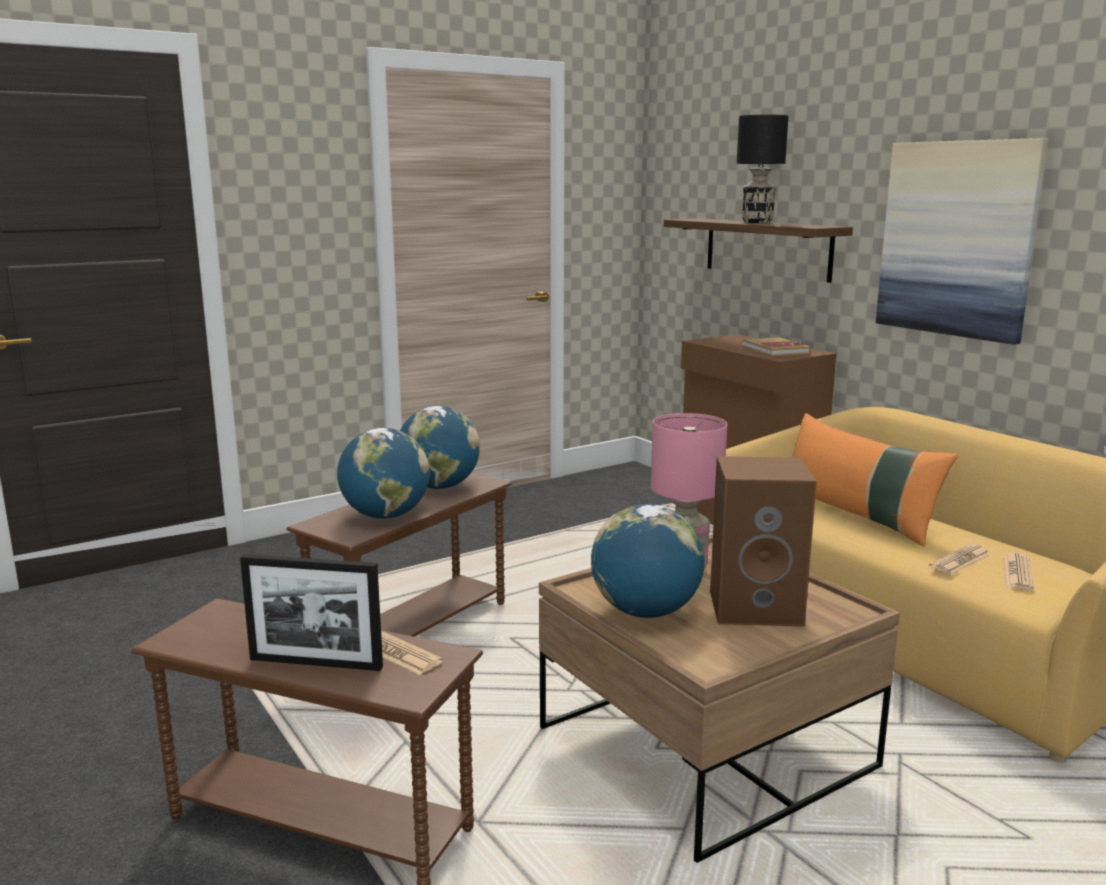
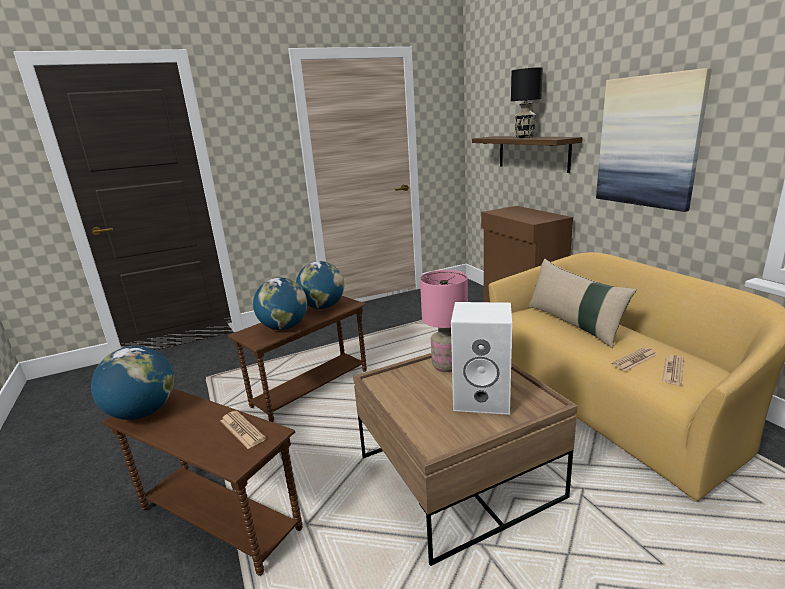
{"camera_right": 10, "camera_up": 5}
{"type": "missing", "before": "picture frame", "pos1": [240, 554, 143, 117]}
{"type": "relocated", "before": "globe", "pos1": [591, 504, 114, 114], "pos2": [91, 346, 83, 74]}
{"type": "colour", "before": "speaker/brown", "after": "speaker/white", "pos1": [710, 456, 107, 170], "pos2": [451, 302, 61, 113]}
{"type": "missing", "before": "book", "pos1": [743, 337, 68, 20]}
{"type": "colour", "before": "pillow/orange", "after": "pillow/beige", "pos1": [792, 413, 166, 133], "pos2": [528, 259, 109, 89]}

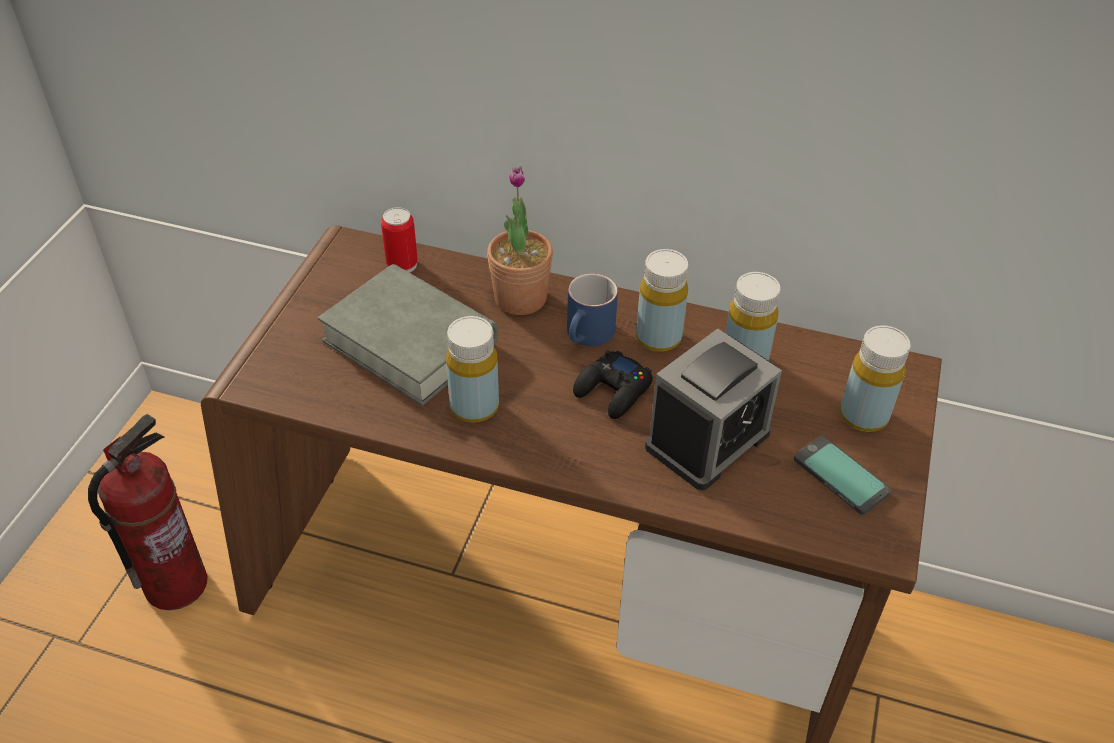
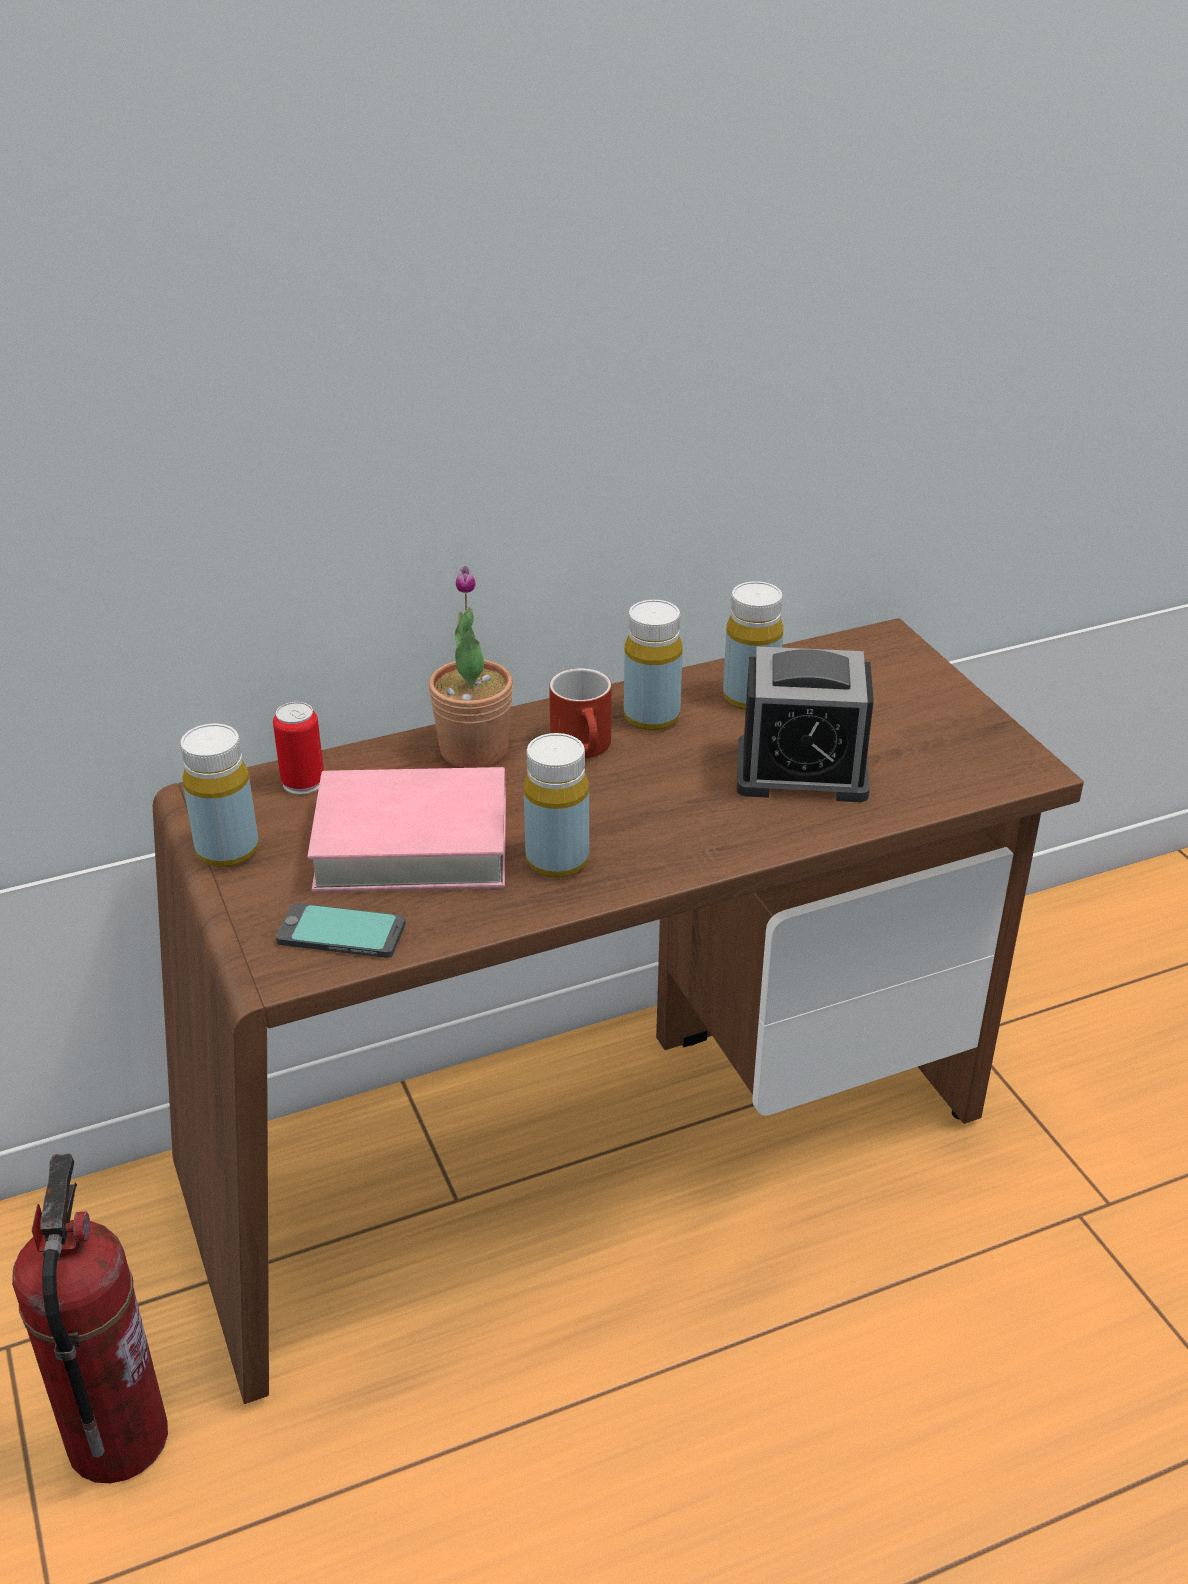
{"camera_right": -40, "camera_up": -10}
{"type": "colour", "before": "book/grey", "after": "book/pink", "pos1": [318, 264, 180, 142], "pos2": [307, 767, 199, 125]}
{"type": "colour", "before": "mug/blue", "after": "mug/red", "pos1": [567, 273, 51, 73], "pos2": [549, 668, 63, 90]}
{"type": "missing", "before": "game controller/black", "pos1": [573, 350, 80, 69]}
{"type": "spun", "before": "alarm clock", "pos1": [645, 328, 137, 162], "pos2": [737, 646, 137, 156], "turn": 90}
{"type": "relocated", "before": "phone", "pos1": [794, 436, 97, 79], "pos2": [276, 903, 130, 55]}
{"type": "relocated", "before": "bottle/yellow", "pos1": [840, 325, 71, 107], "pos2": [180, 724, 79, 143]}

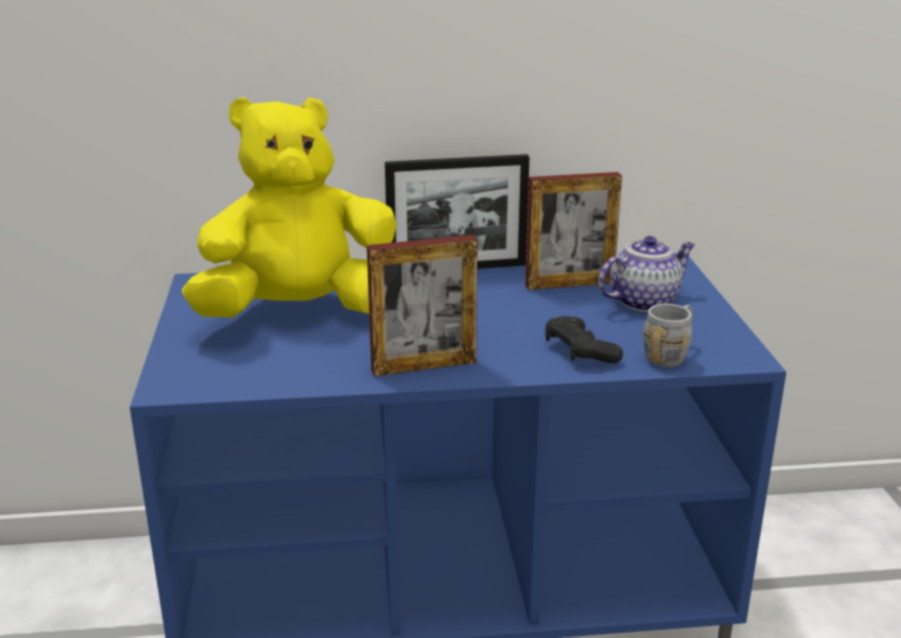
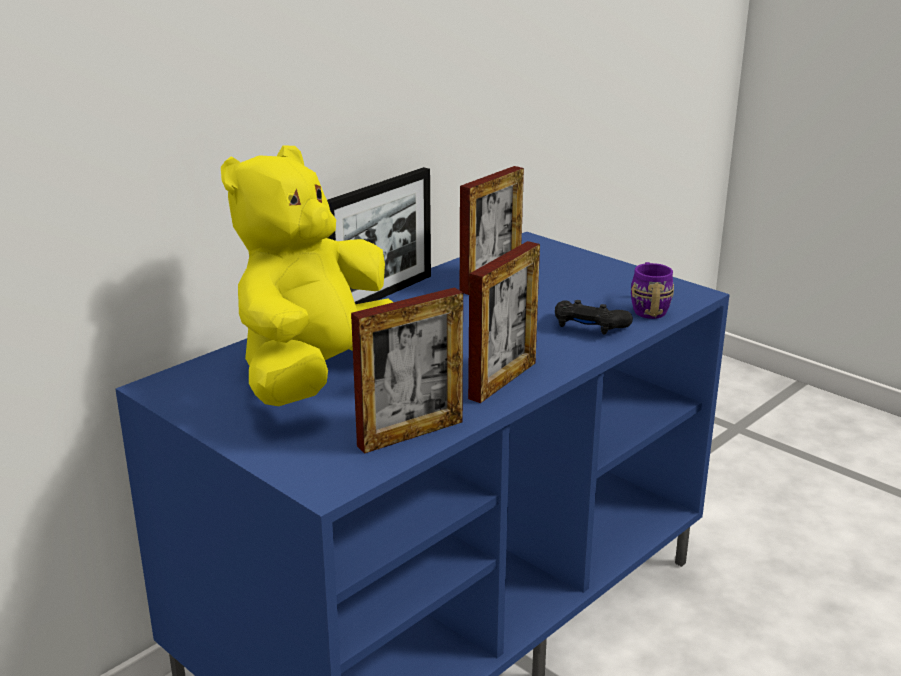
{"camera_right": -40, "camera_up": 0}
{"type": "missing", "before": "teapot", "pos1": [598, 236, 97, 76]}
{"type": "colour", "before": "mug/grey", "after": "mug/purple", "pos1": [643, 303, 50, 64], "pos2": [631, 262, 43, 57]}
{"type": "appeared", "after": "picture frame", "pos2": [351, 287, 112, 167]}

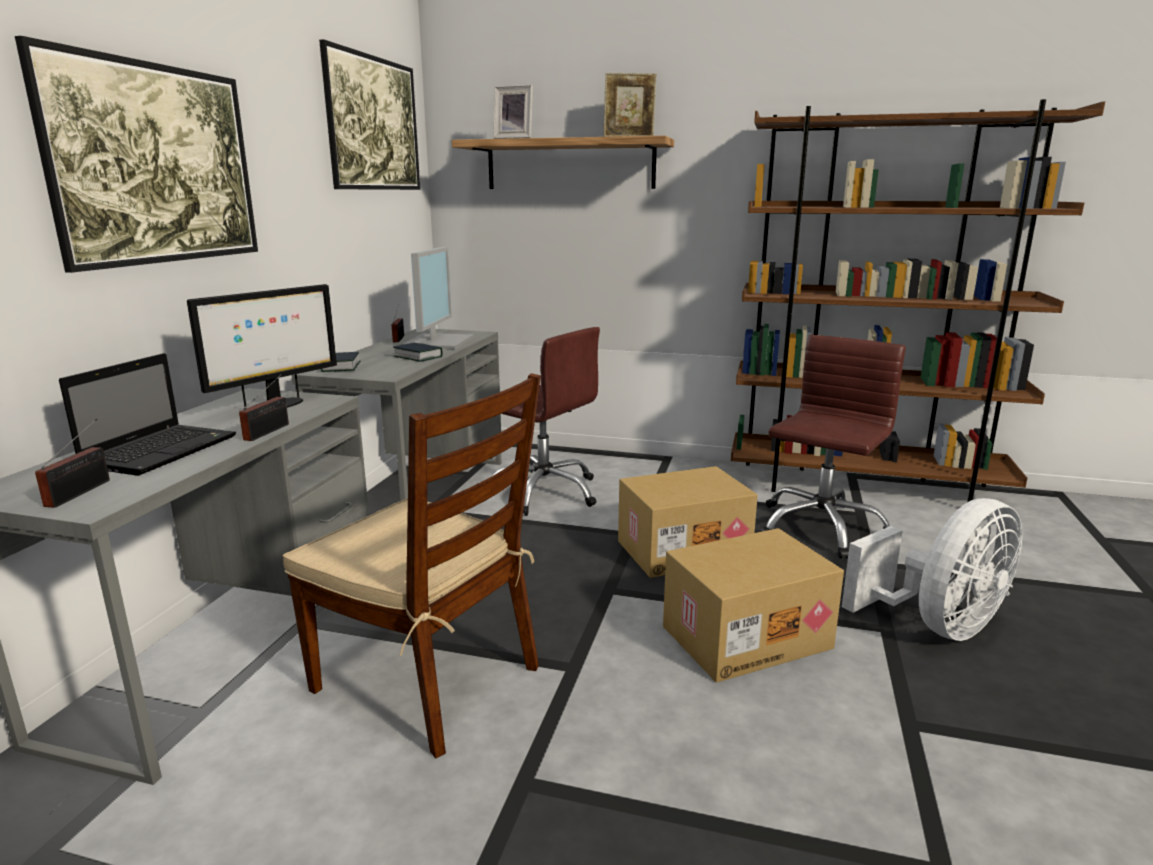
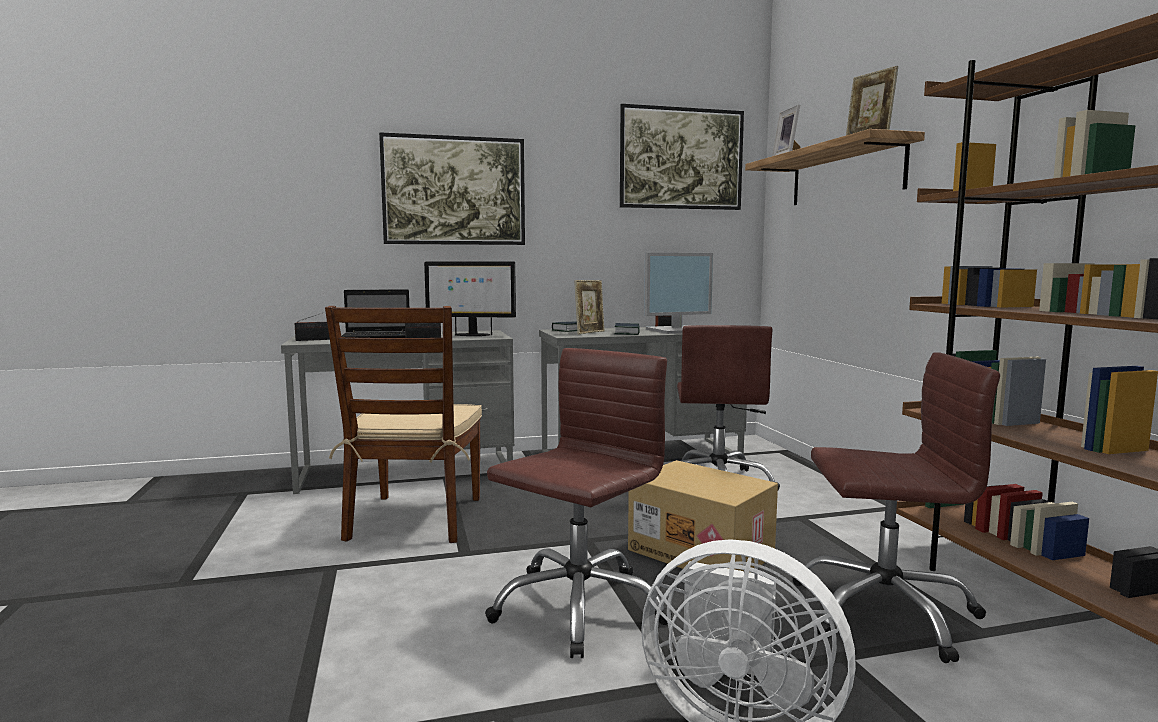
{"camera_right": 60, "camera_up": -10}
{"type": "exchanged", "before": "cardboard box", "after": "office chair/brown", "pos1": [663, 528, 181, 155], "pos2": [485, 348, 187, 310]}
{"type": "appeared", "after": "picture frame", "pos2": [574, 280, 31, 54]}

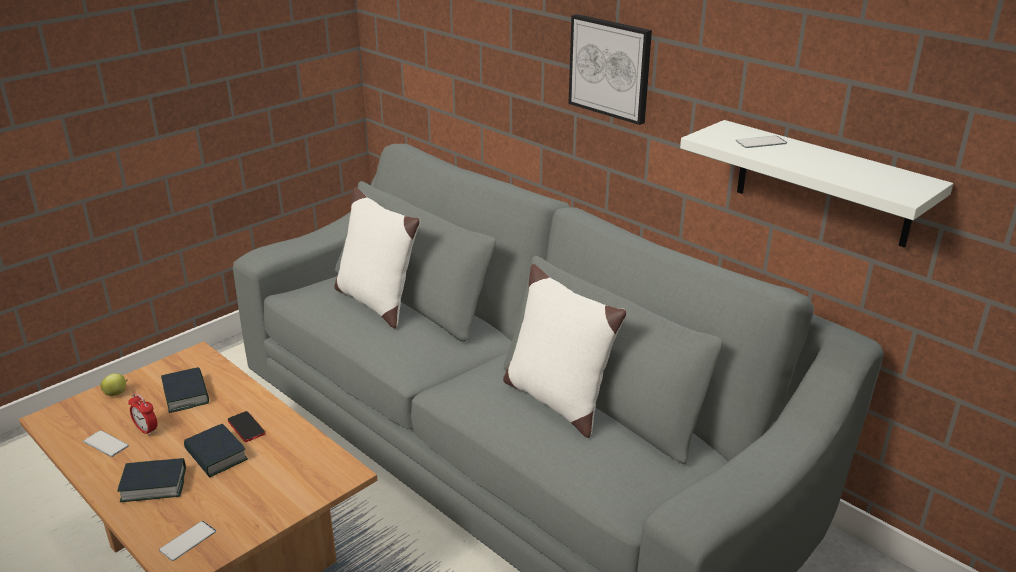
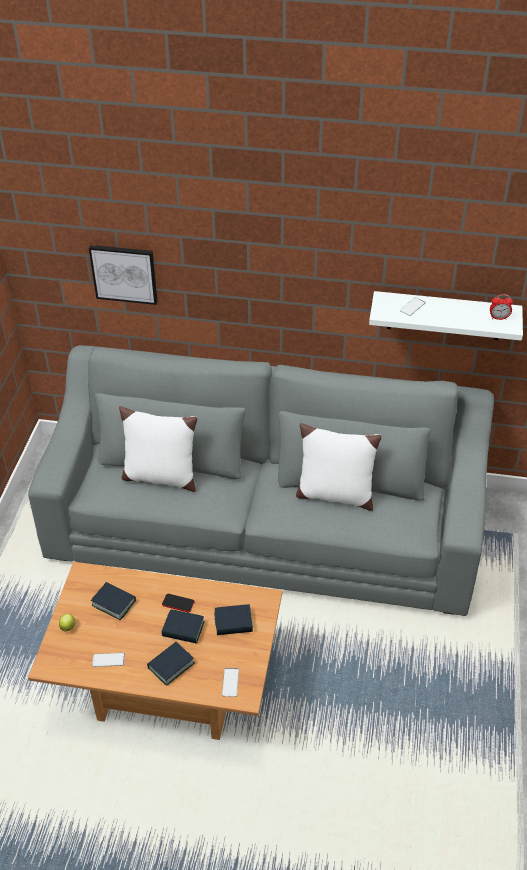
{"camera_right": -35, "camera_up": 15}
{"type": "relocated", "before": "alarm clock", "pos1": [128, 393, 30, 43], "pos2": [490, 294, 23, 26]}
{"type": "relocated", "before": "picture", "pos1": [568, 14, 84, 111], "pos2": [89, 245, 69, 60]}
{"type": "appeared", "after": "book", "pos2": [214, 604, 39, 31]}

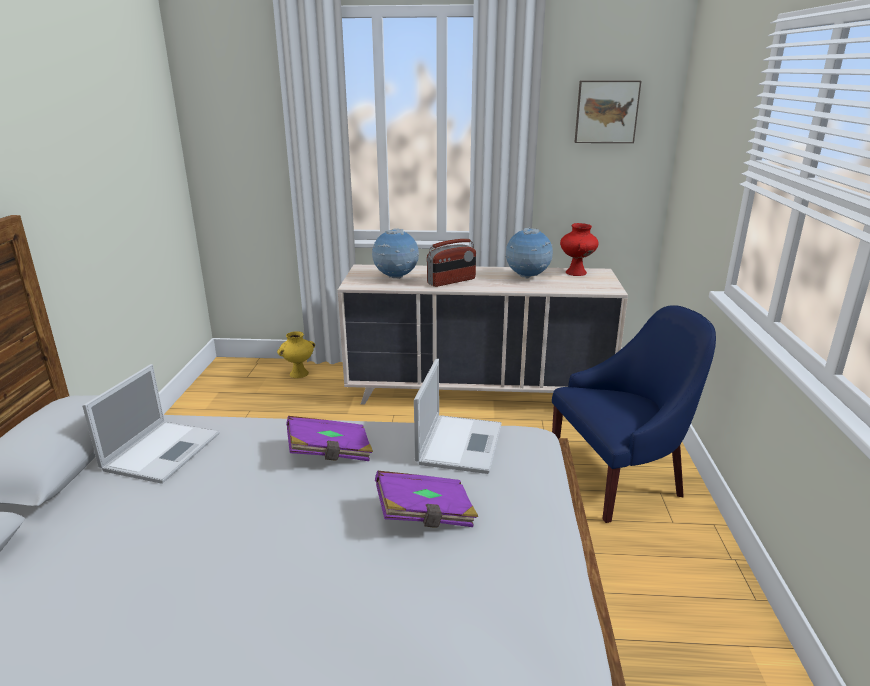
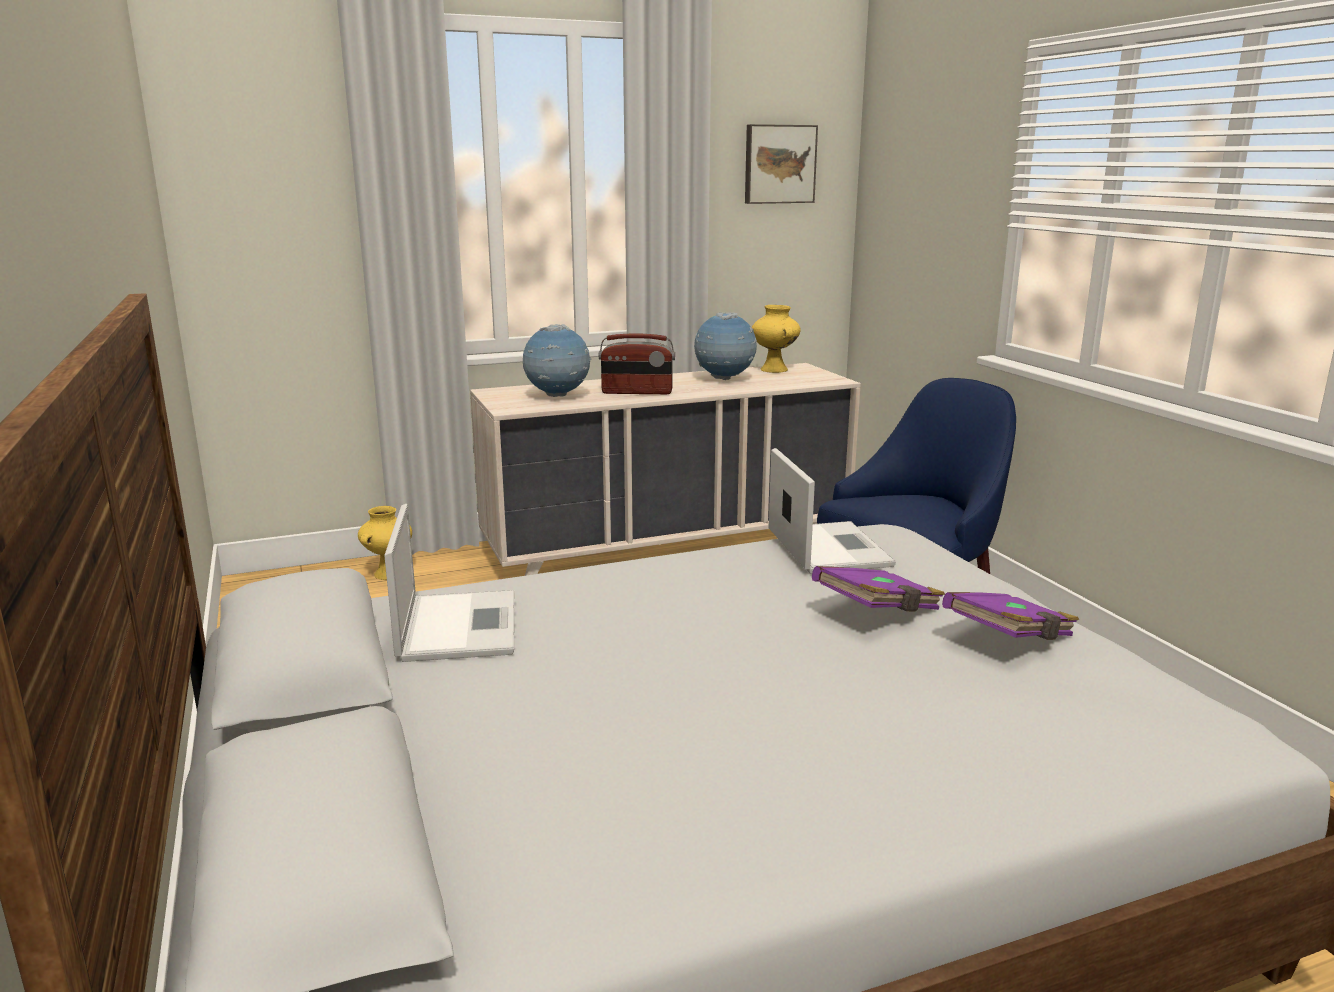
{"camera_right": -25, "camera_up": -5}
{"type": "relocated", "before": "book/purple", "pos1": [286, 416, 87, 45], "pos2": [942, 592, 137, 48]}
{"type": "spun", "before": "radio", "pos1": [427, 239, 49, 48], "pos2": [599, 334, 76, 60], "turn": 60}
{"type": "colour", "before": "vase/red", "after": "vase/yellow", "pos1": [560, 223, 39, 53], "pos2": [752, 305, 49, 68]}

